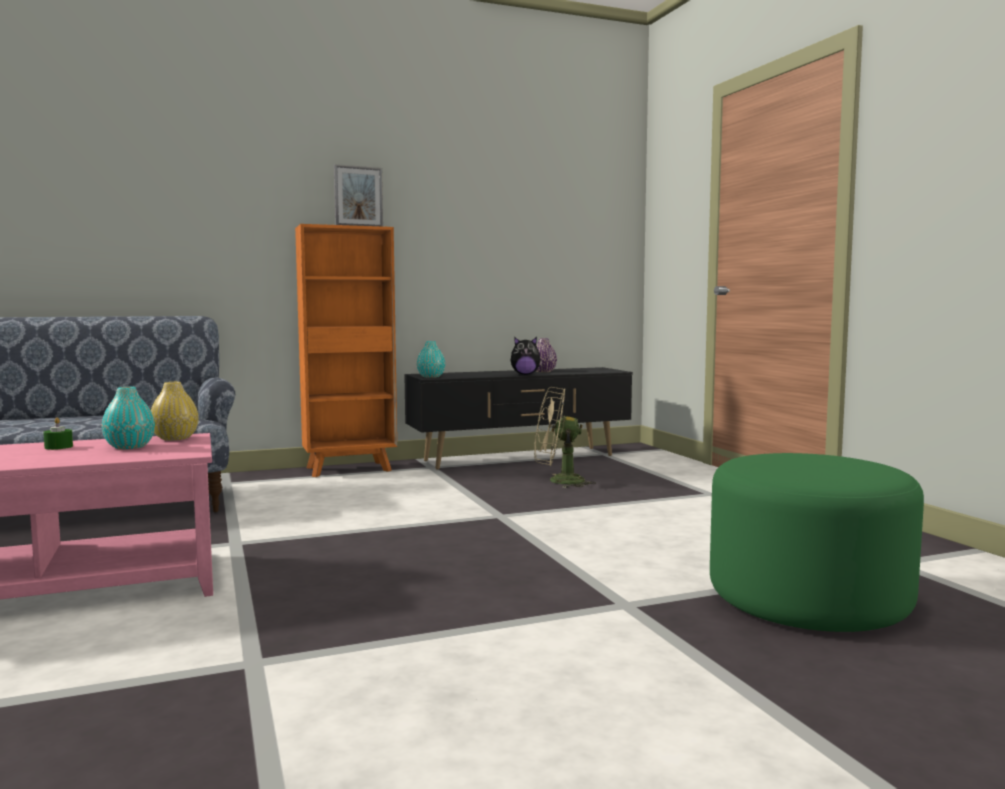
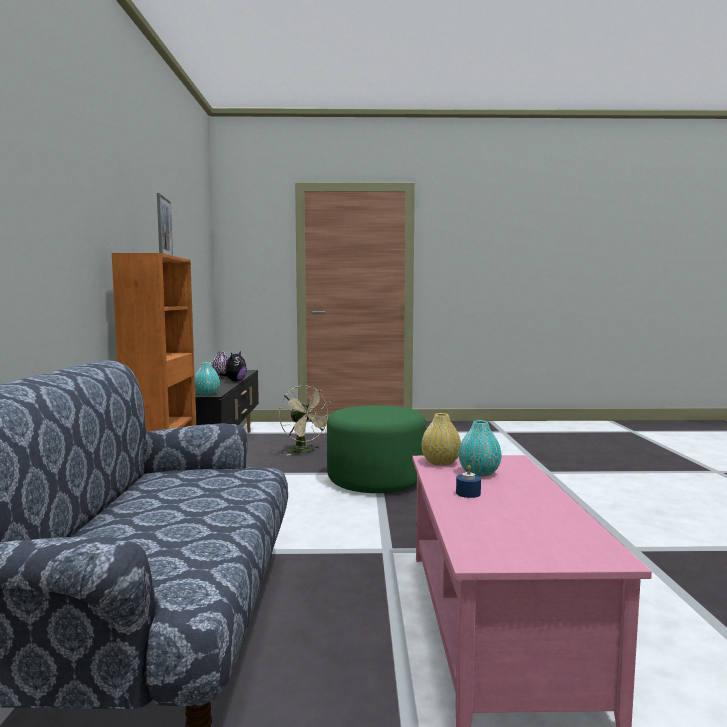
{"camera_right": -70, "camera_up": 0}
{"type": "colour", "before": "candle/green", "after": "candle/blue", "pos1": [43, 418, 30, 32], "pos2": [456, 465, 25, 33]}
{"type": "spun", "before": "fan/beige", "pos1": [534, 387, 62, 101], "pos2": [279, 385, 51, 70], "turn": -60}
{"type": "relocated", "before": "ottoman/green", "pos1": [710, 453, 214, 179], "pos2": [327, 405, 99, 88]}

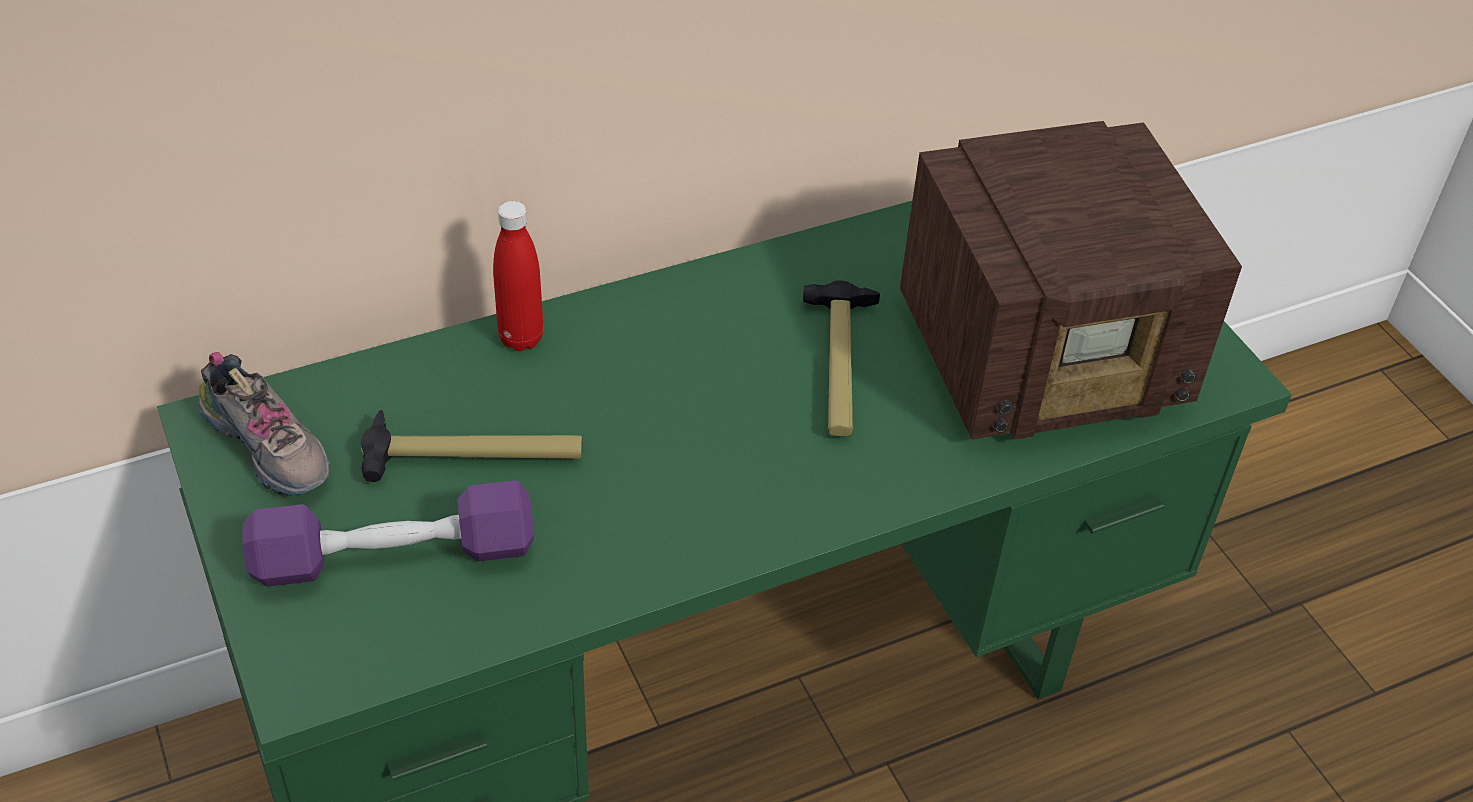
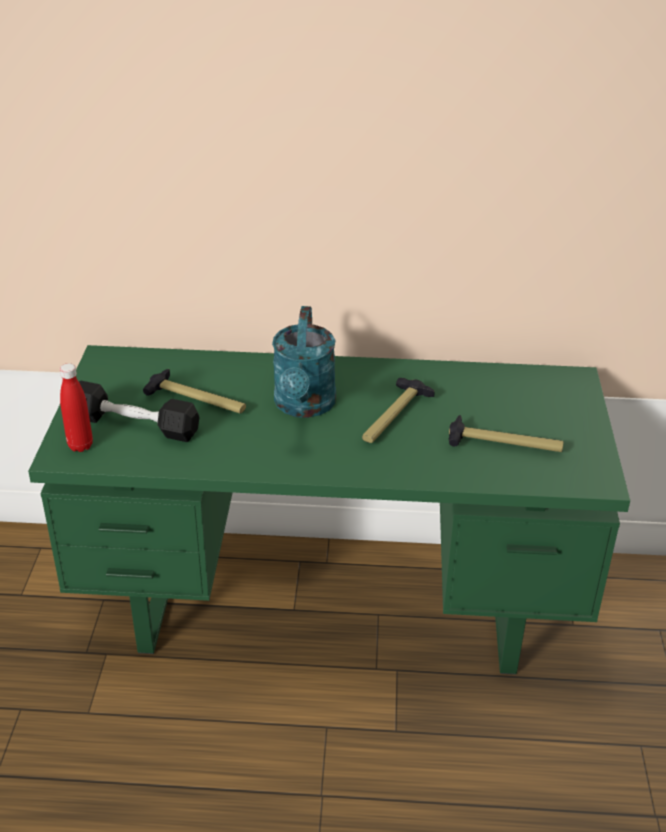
{"camera_right": 30, "camera_up": -10}
{"type": "missing", "before": "shoe", "pos1": [198, 352, 131, 143]}
{"type": "colour", "before": "dumbbell/purple", "after": "dumbbell/black", "pos1": [242, 480, 292, 107], "pos2": [79, 381, 121, 61]}
{"type": "relocated", "before": "bottle/red", "pos1": [493, 201, 51, 150], "pos2": [60, 363, 33, 89]}
{"type": "exchanged", "before": "radio", "after": "hammer", "pos1": [900, 121, 342, 319], "pos2": [449, 415, 115, 37]}
{"type": "appeared", "after": "watering can/turquoise", "pos2": [272, 306, 64, 112]}

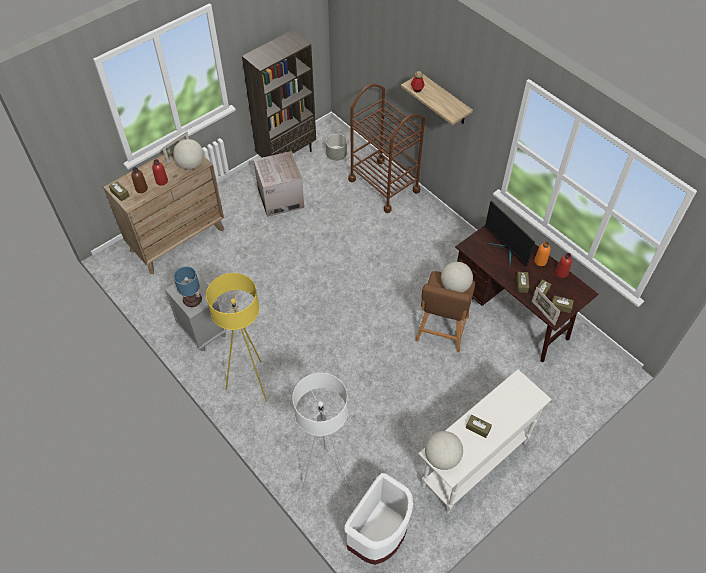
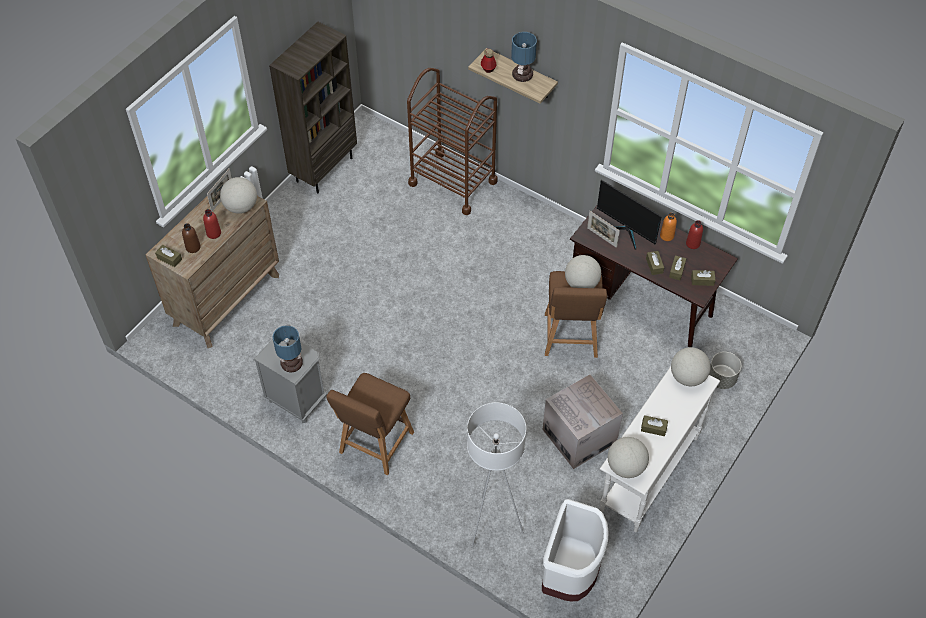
{"camera_right": -15, "camera_up": 0}
{"type": "exchanged", "before": "floor lamp/yellow", "after": "stool/brown", "pos1": [206, 273, 61, 129], "pos2": [326, 373, 88, 102]}
{"type": "relocated", "before": "cardboard box", "pos1": [254, 151, 50, 66], "pos2": [542, 374, 81, 95]}
{"type": "relocated", "before": "planter/grey", "pos1": [326, 134, 21, 27], "pos2": [709, 352, 32, 37]}
{"type": "relocated", "before": "picture frame", "pos1": [532, 287, 28, 39], "pos2": [587, 211, 33, 37]}
{"type": "appeared", "after": "table lamp", "pos2": [511, 32, 26, 50]}
{"type": "appeared", "after": "globe", "pos2": [671, 347, 40, 39]}

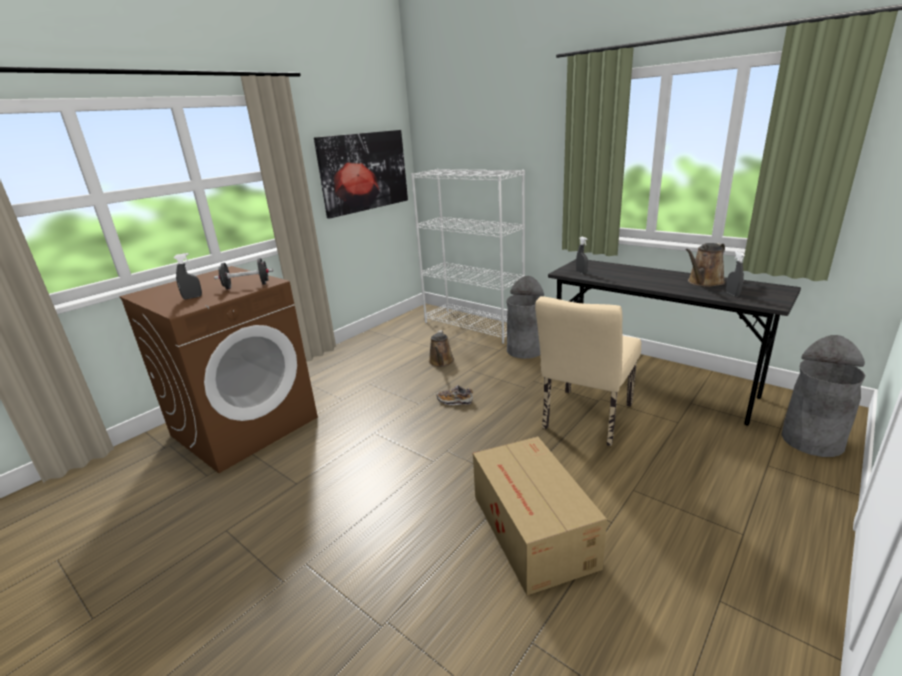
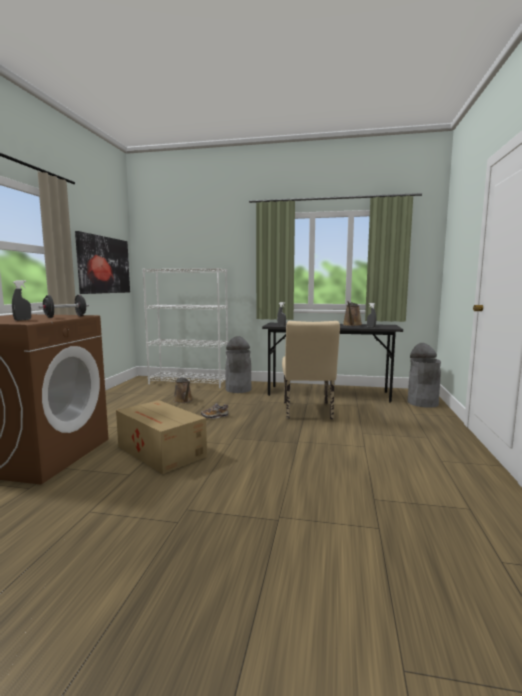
{"camera_right": -30, "camera_up": -15}
{"type": "relocated", "before": "cardboard box", "pos1": [473, 436, 134, 159], "pos2": [116, 400, 91, 74]}

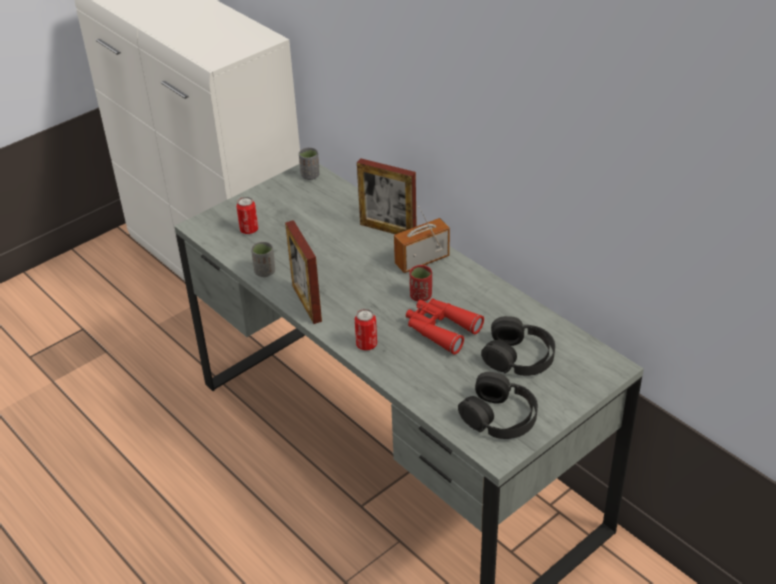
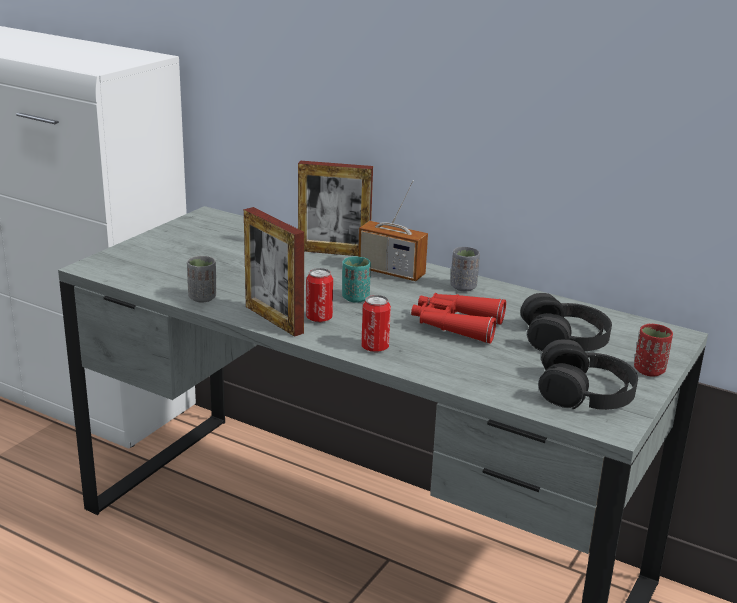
{"camera_right": -20, "camera_up": -15}
{"type": "relocated", "before": "can", "pos1": [236, 197, 22, 37], "pos2": [306, 268, 27, 55]}
{"type": "relocated", "before": "cup/grey", "pos1": [299, 147, 21, 33], "pos2": [450, 247, 30, 44]}
{"type": "spun", "before": "radio", "pos1": [394, 206, 56, 67], "pos2": [358, 180, 70, 101], "turn": -105}
{"type": "relocated", "before": "cup/red", "pos1": [409, 265, 23, 36], "pos2": [634, 324, 39, 53]}
{"type": "appeared", "after": "cup/turquoise", "pos2": [342, 256, 29, 47]}

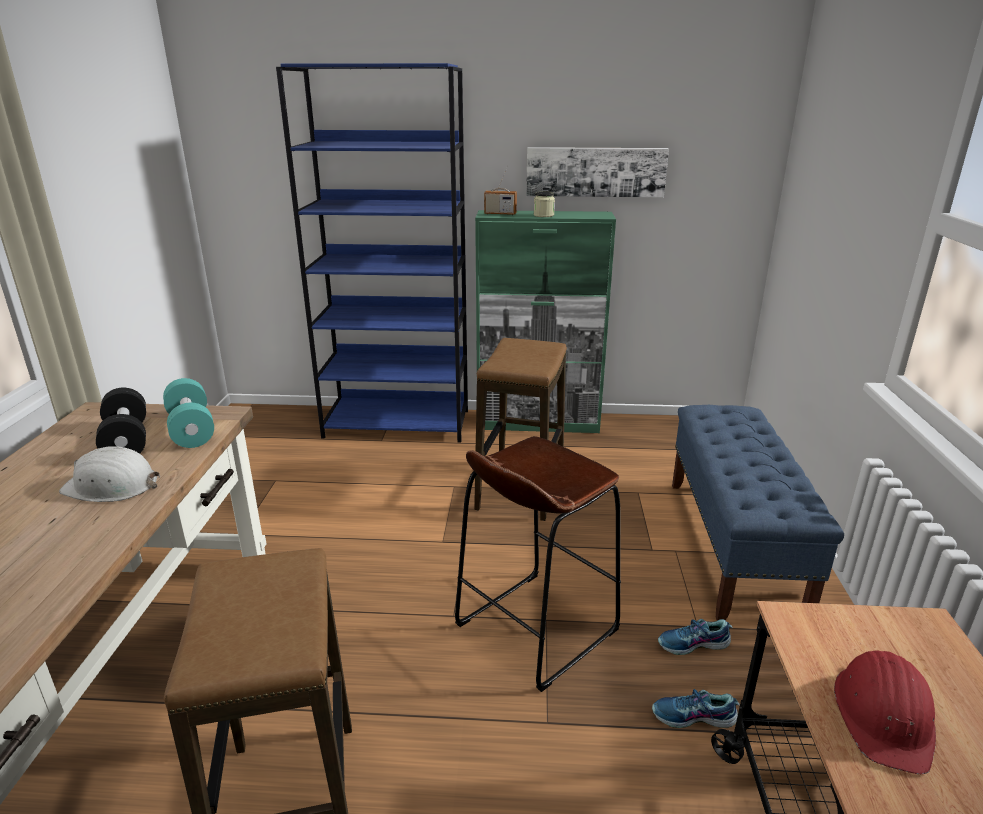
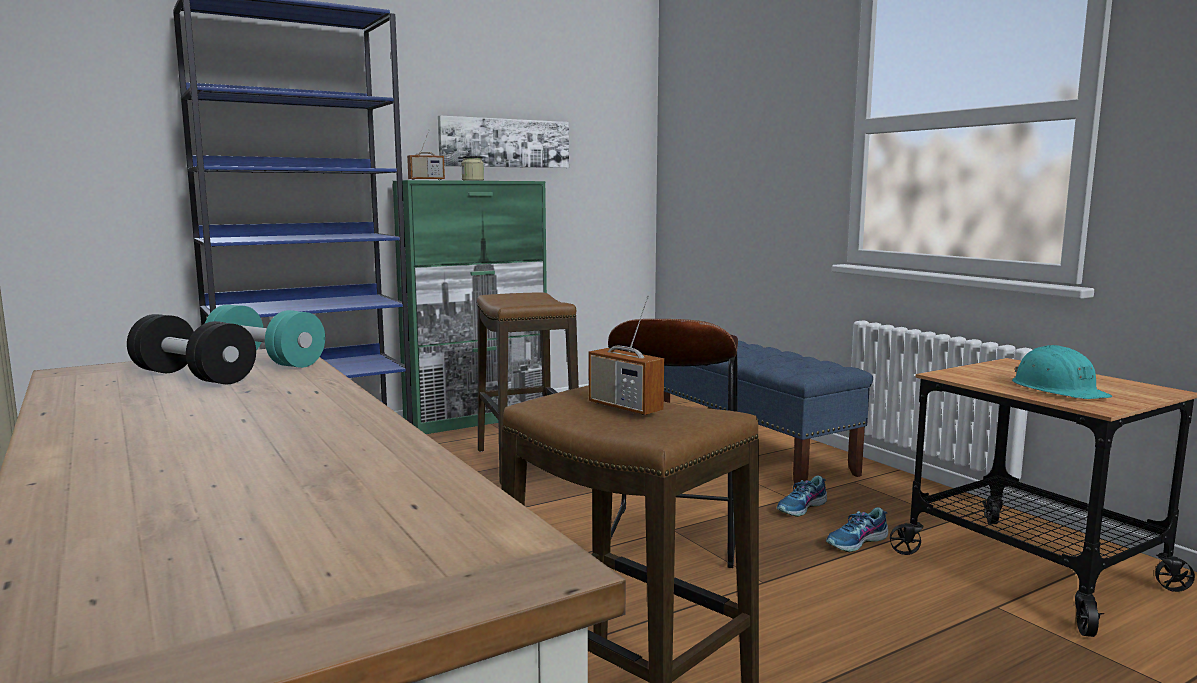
{"camera_right": -35, "camera_up": -15}
{"type": "missing", "before": "hard hat/white", "pos1": [59, 446, 101, 56]}
{"type": "colour", "before": "hard hat/red", "after": "hard hat/turquoise", "pos1": [834, 650, 102, 124], "pos2": [1012, 345, 101, 54]}
{"type": "appeared", "after": "radio", "pos2": [589, 295, 75, 120]}

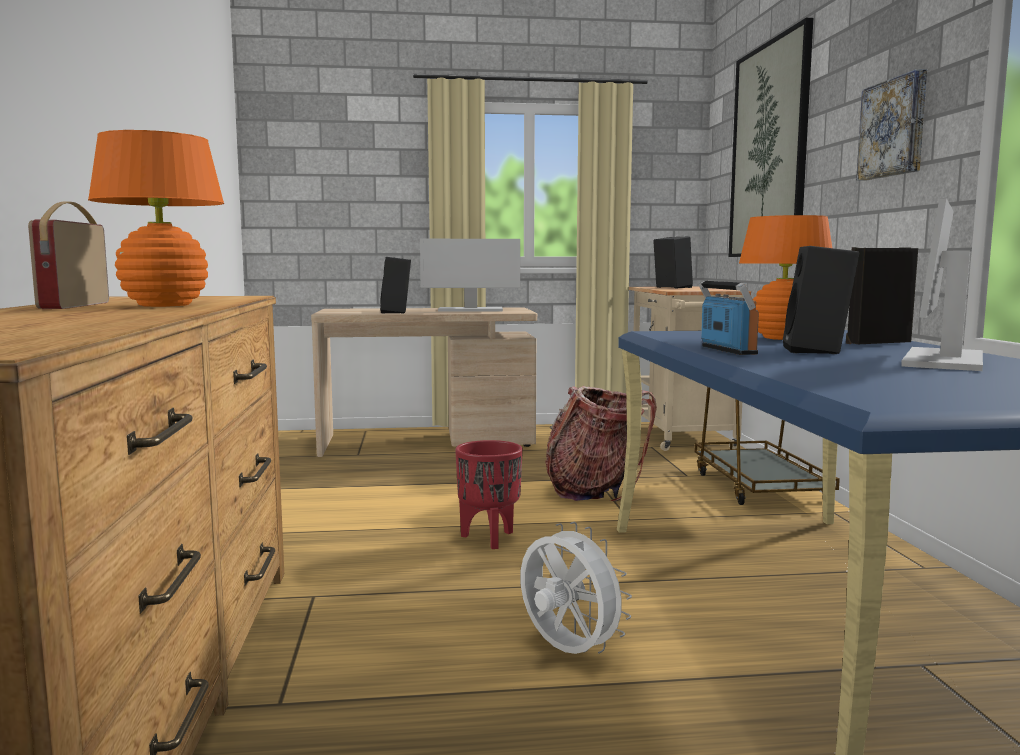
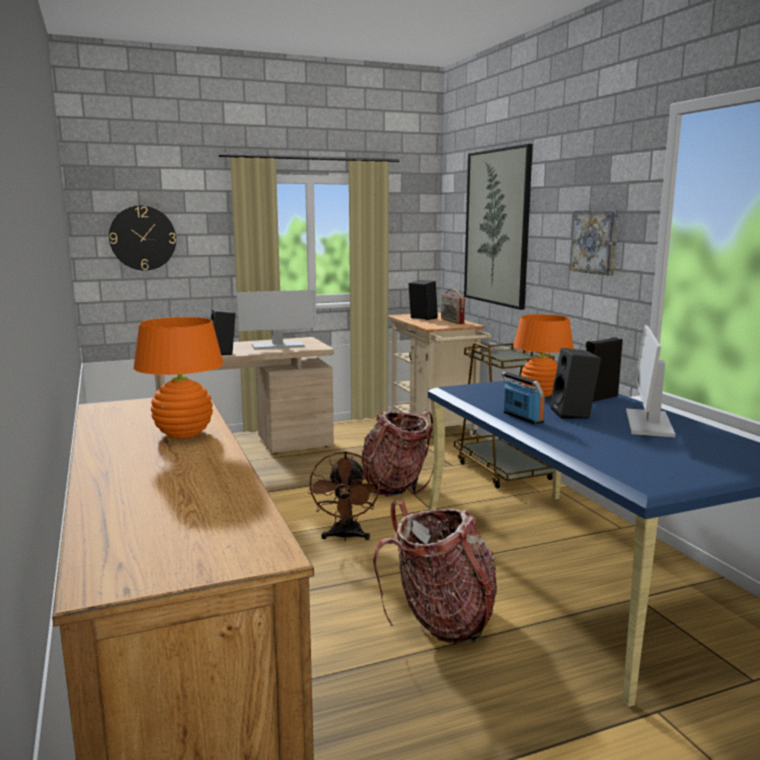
{"camera_right": -15, "camera_up": 5}
{"type": "relocated", "before": "radio", "pos1": [28, 202, 81, 107], "pos2": [441, 289, 24, 35]}
{"type": "exchanged", "before": "planter/red", "after": "fan/brown", "pos1": [455, 440, 68, 109], "pos2": [308, 451, 72, 90]}
{"type": "exchanged", "before": "fan/white", "after": "backpack", "pos1": [521, 522, 111, 132], "pos2": [373, 500, 124, 145]}
{"type": "appeared", "after": "wall clock", "pos2": [109, 205, 67, 66]}

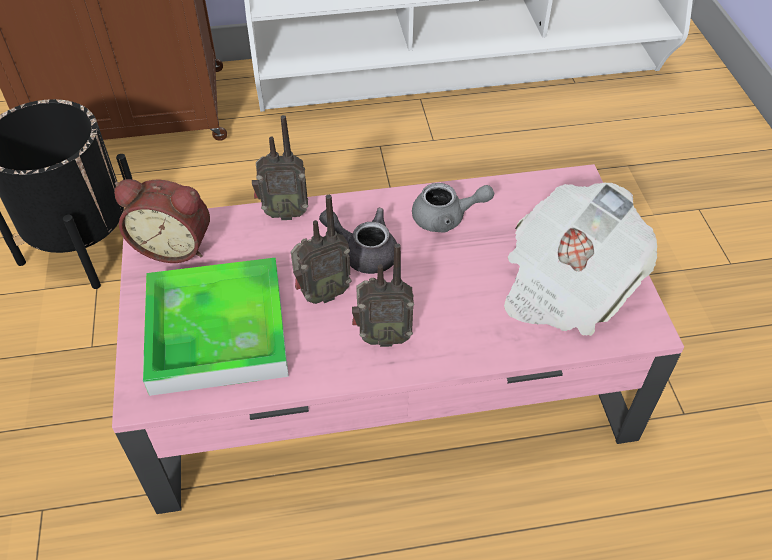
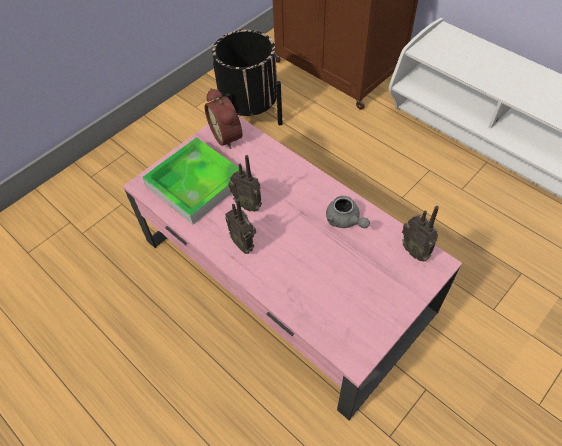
{"camera_right": 55, "camera_up": 5}
{"type": "relocated", "before": "radio", "pos1": [252, 115, 56, 105], "pos2": [402, 206, 37, 55]}
{"type": "missing", "before": "teapot/grey", "pos1": [319, 208, 78, 66]}
{"type": "missing", "before": "newspaper", "pos1": [504, 182, 153, 154]}

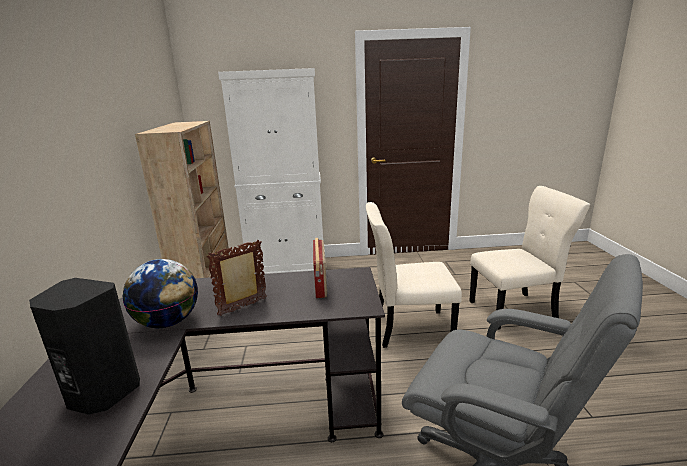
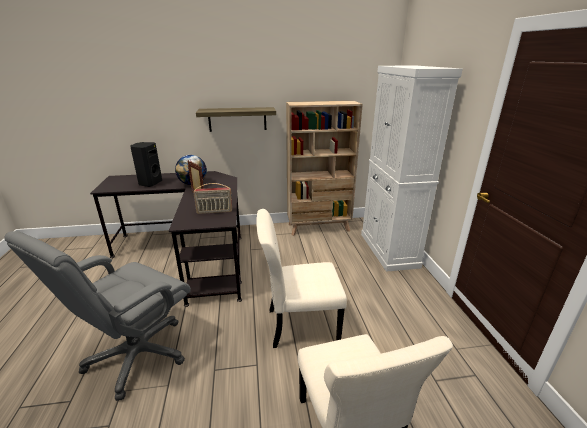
{"camera_right": 85, "camera_up": 5}
{"type": "spun", "before": "chair/beige", "pos1": [366, 202, 96, 146], "pos2": [256, 209, 91, 139], "turn": -90}
{"type": "appeared", "after": "shelf", "pos2": [196, 107, 80, 25]}

